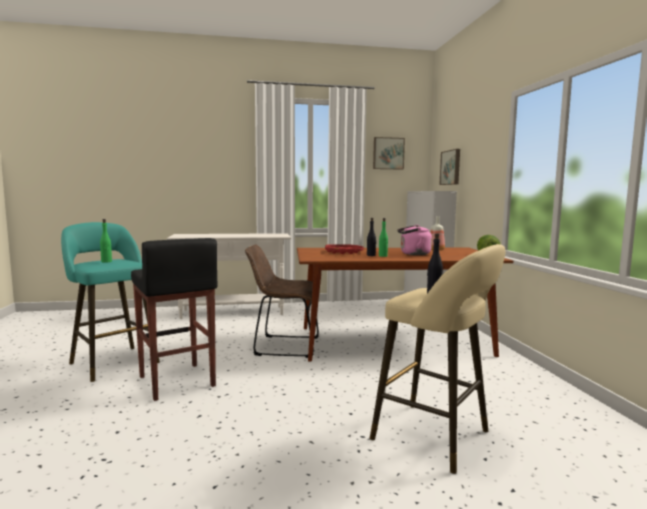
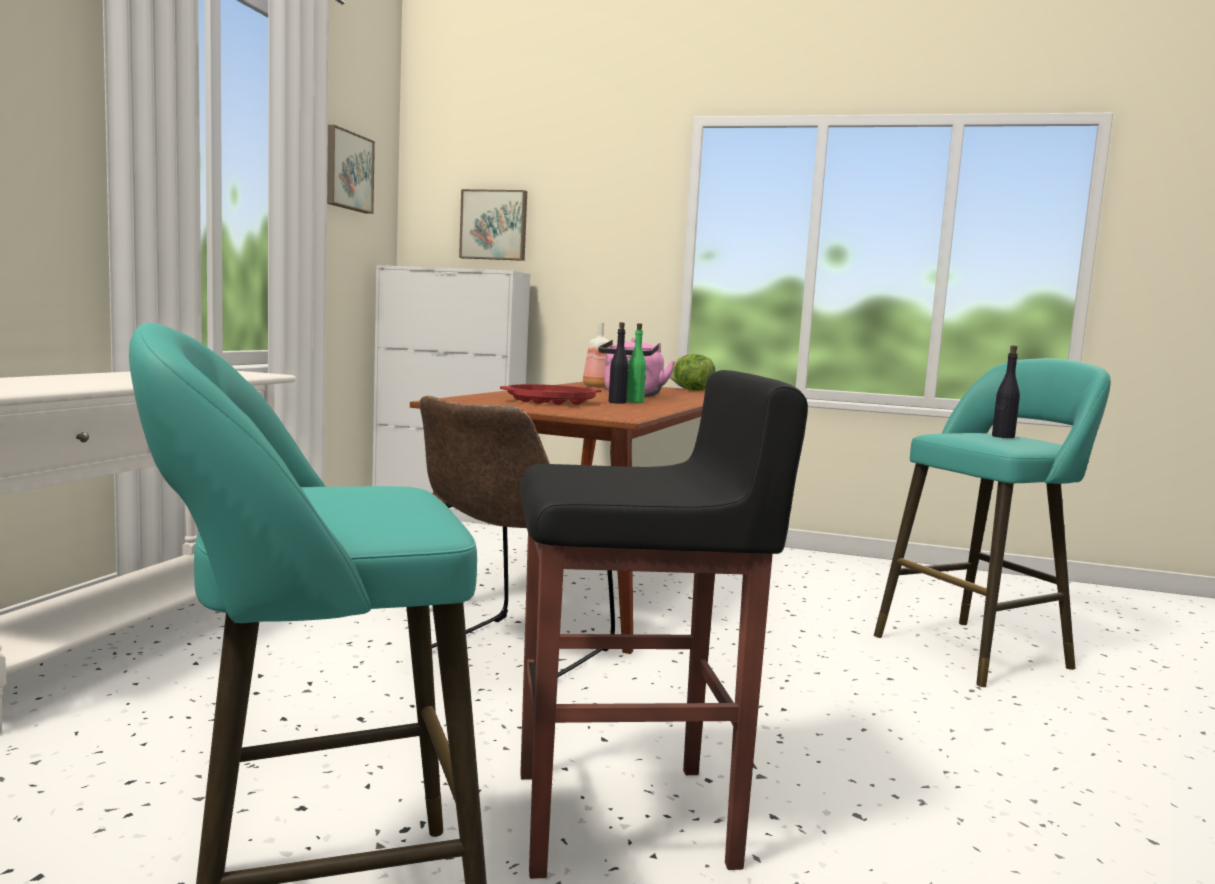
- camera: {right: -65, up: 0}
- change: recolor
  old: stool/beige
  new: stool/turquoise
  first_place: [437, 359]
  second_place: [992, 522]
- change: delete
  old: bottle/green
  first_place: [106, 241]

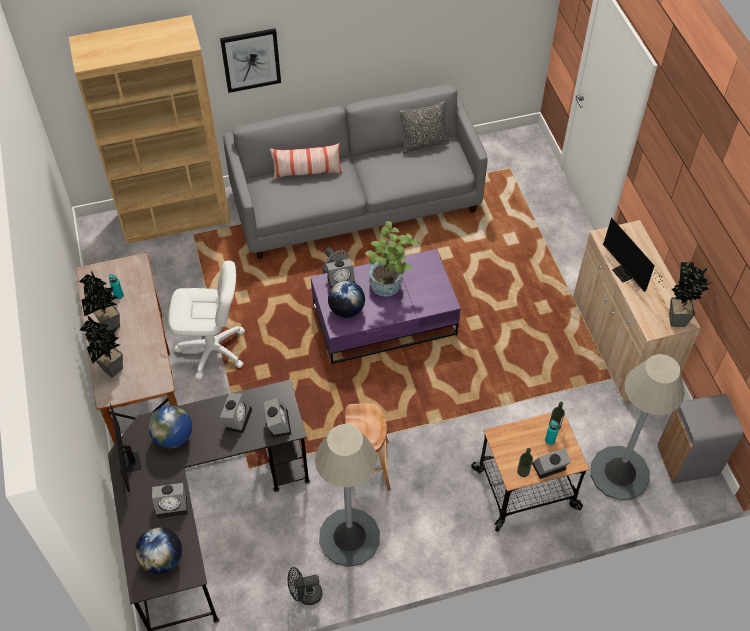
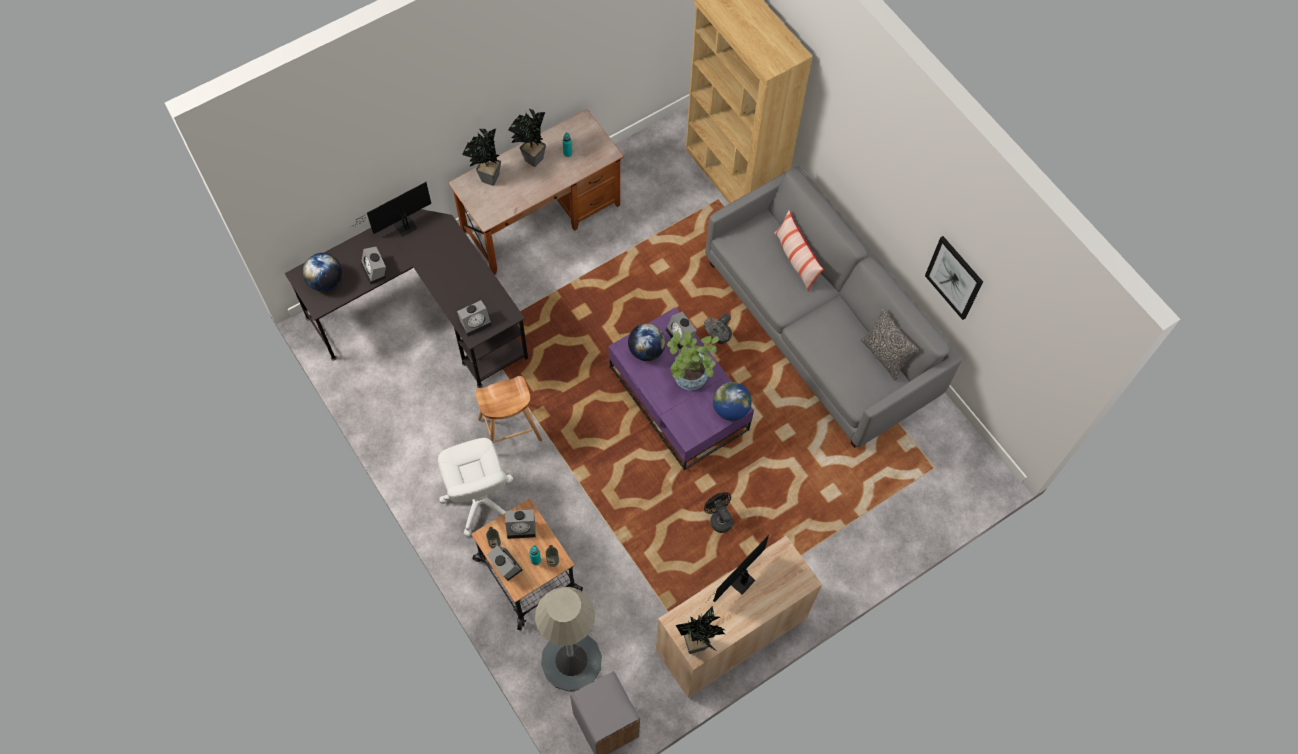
- camera: {right: 70, up: 10}
- change: move
  old: office chair/white
  first_place: [206, 320]
  second_place: [475, 487]
- change: move
  old: alarm clock
  first_place: [236, 413]
  second_place: [520, 524]
- change: move
  old: fan/black
  first_place: [305, 586]
  second_place: [719, 512]
- change: move
  old: globe
  first_place: [170, 426]
  second_place: [732, 401]
- change: move
  old: picture
  first_place: [250, 60]
  second_place: [954, 278]
- change: delete
  old: floor lamp/grey
  first_place: [347, 495]

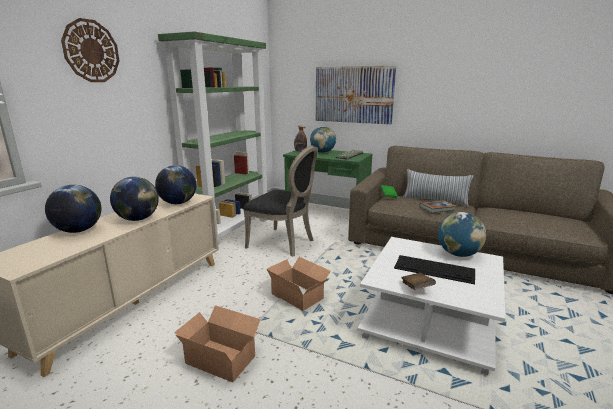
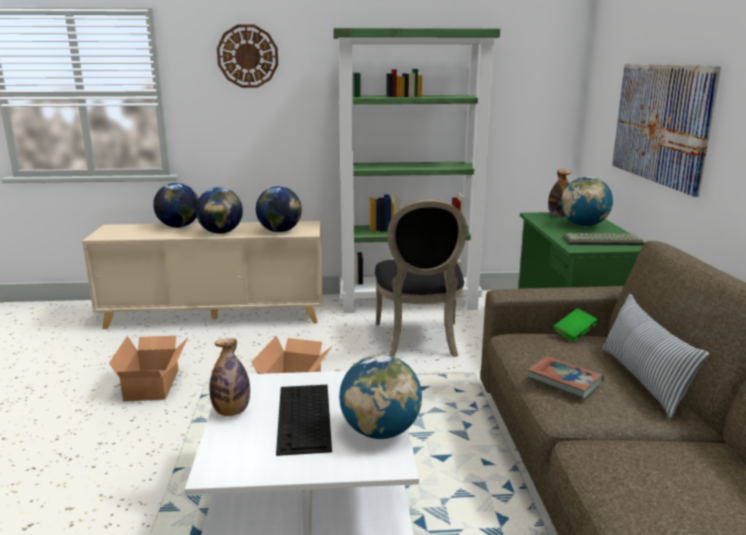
- camera: {right: 60, up: 0}
- change: replace
  old: book/brown
  new: bottle
  first_place: [418, 281]
  second_place: [230, 377]

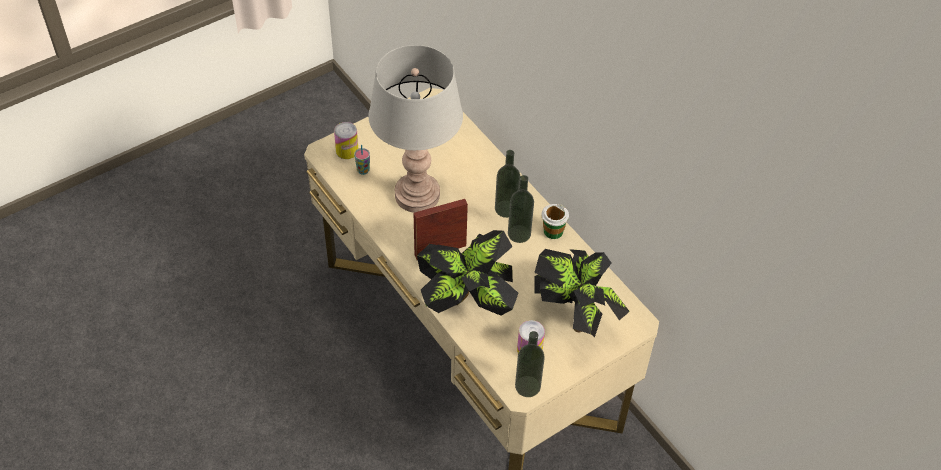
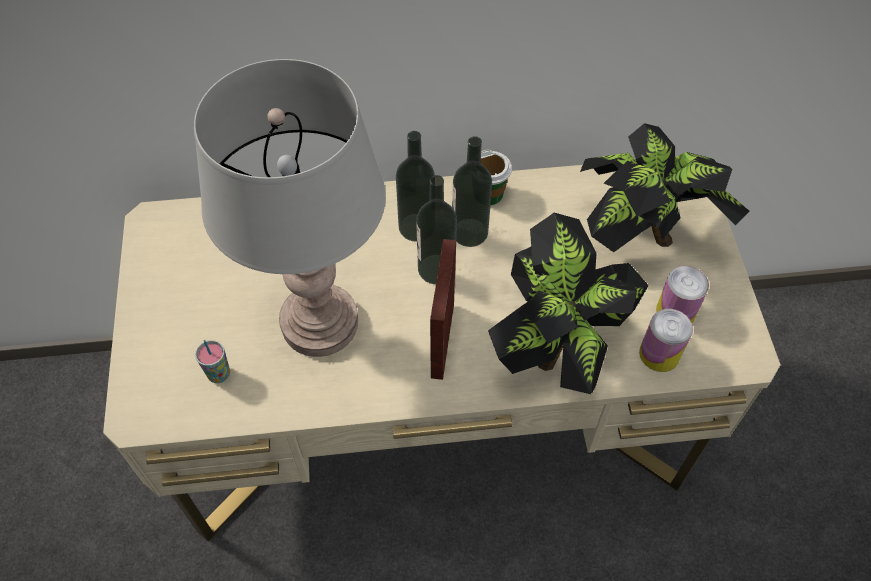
- camera: {right: -60, up: 5}
- change: move
  old: bottle
  first_place: [530, 364]
  second_place: [436, 229]
- change: move
  old: can
  first_place: [346, 140]
  second_place: [666, 340]

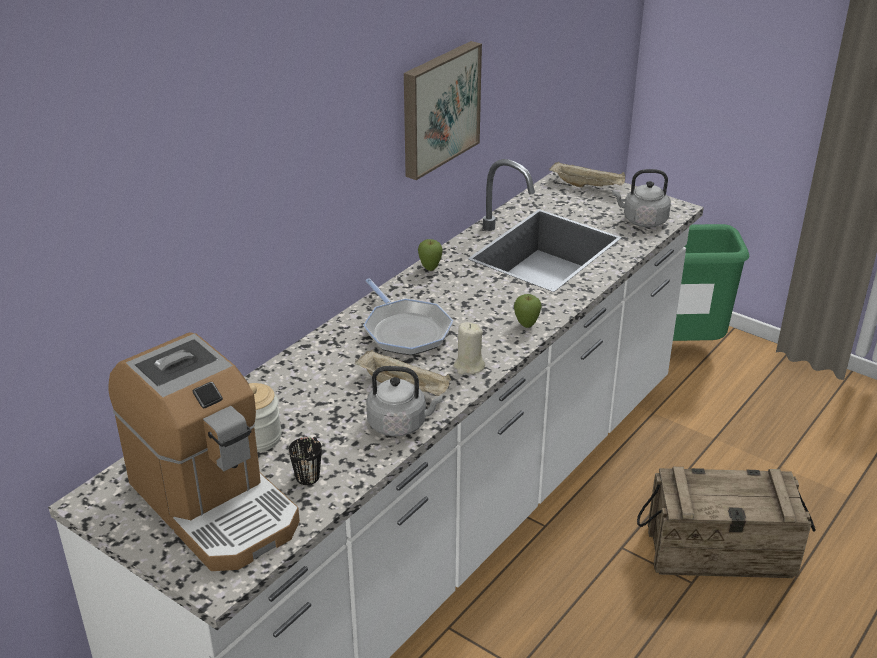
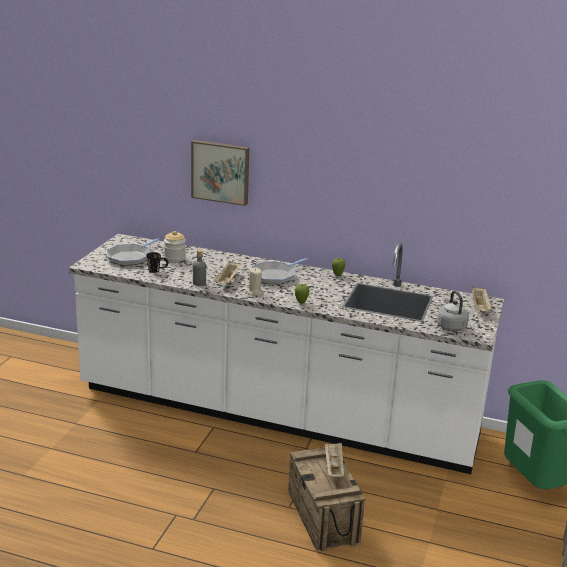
- camera: {right: 70, up: -10}
- change: replace
  old: coffee machine
  new: frying pan
  first_place: [204, 451]
  second_place: [133, 252]
- change: move
  old: picture
  first_place: [443, 110]
  second_place: [220, 173]
- change: replace
  old: kettle/grey
  new: bottle/grey
  first_place: [404, 401]
  second_place: [199, 268]
- change: insert
  new: tray/beige
  second_place: [334, 459]

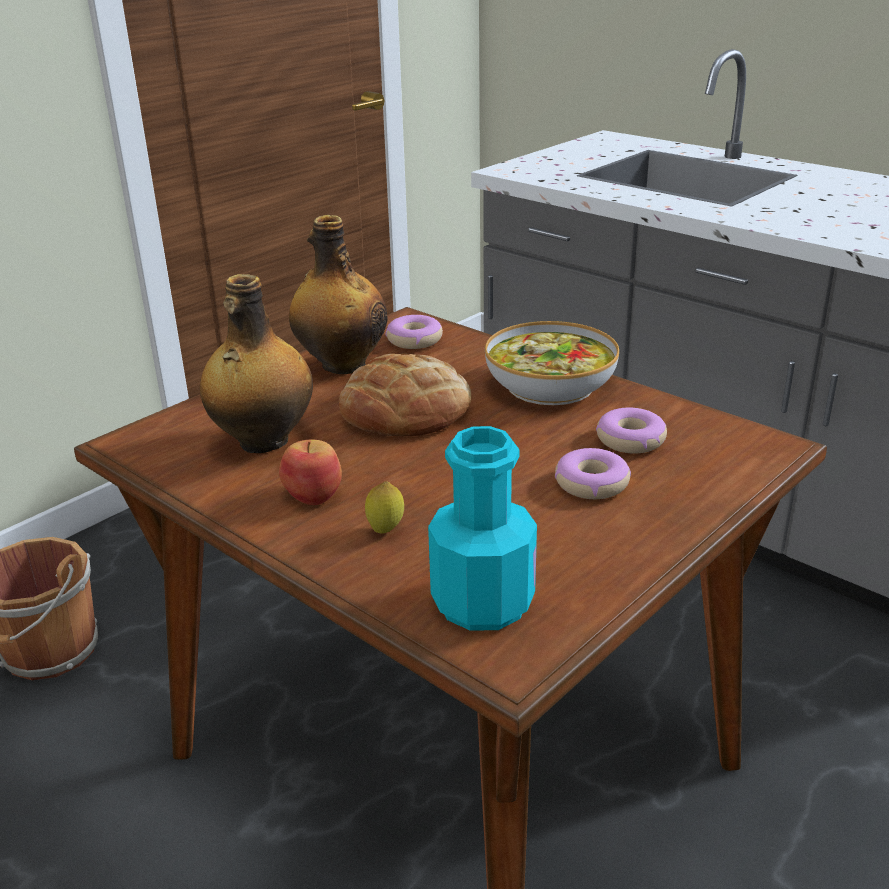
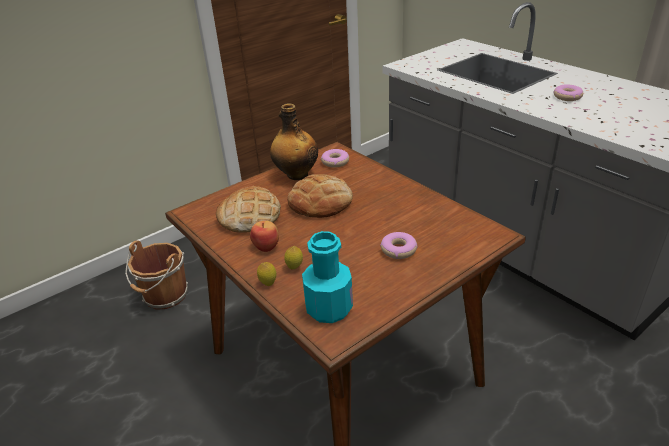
- camera: {right: 10, up: 5}
- change: replace
  old: bottle
  new: bread
  first_place: [256, 363]
  second_place: [248, 209]
- change: insert
  new: lemon
  second_place: [266, 274]
- change: move
  old: donut
  first_place: [631, 431]
  second_place: [568, 92]
- change: delete
  old: bowl
  first_place: [552, 363]

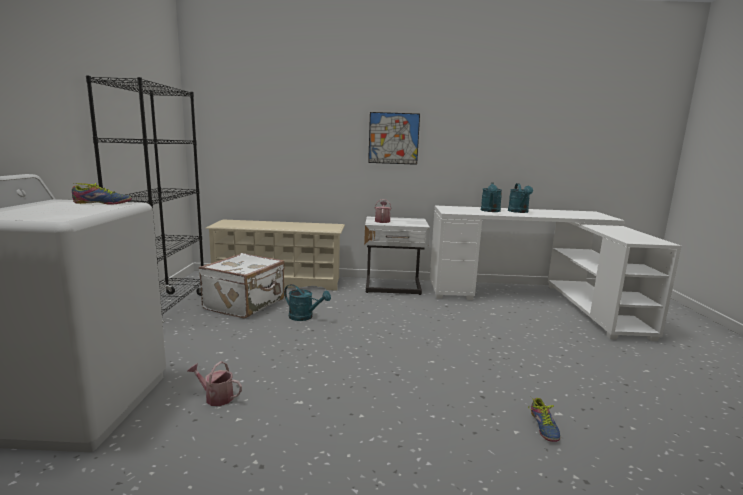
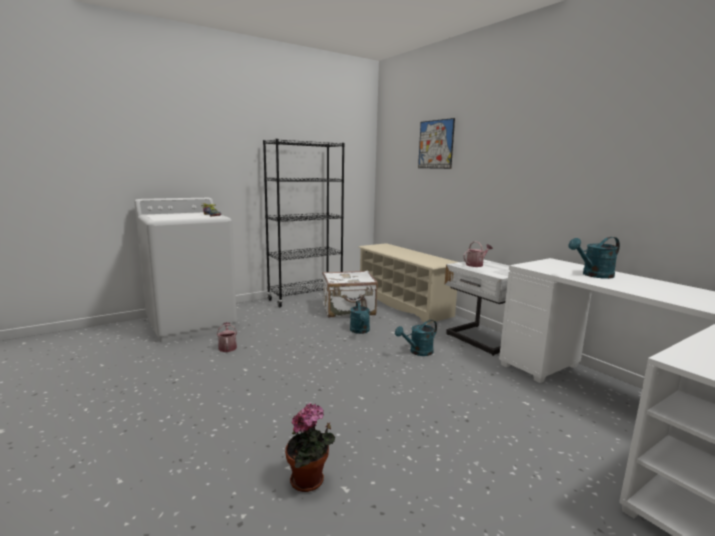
- camera: {right: 55, up: 0}
- change: replace
  old: shoe
  new: potted plant
  first_place: [544, 419]
  second_place: [310, 447]
- change: move
  old: watering can/turquoise
  first_place: [520, 198]
  second_place: [416, 338]
- change: move
  old: picture
  first_place: [394, 138]
  second_place: [436, 143]

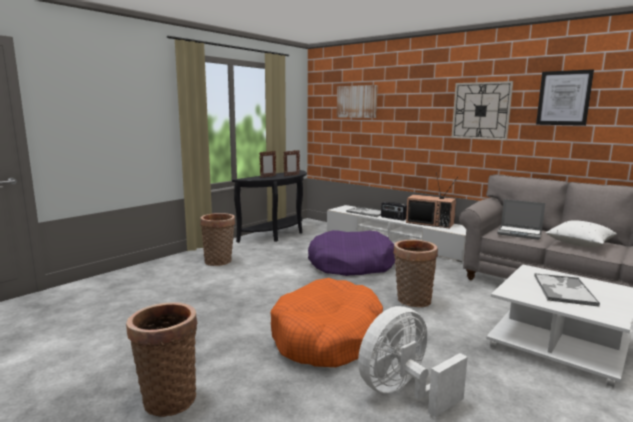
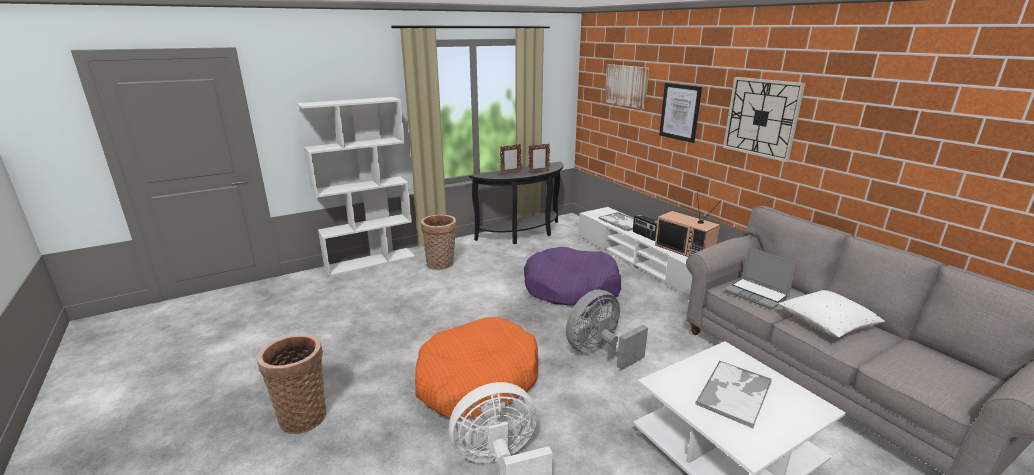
- camera: {right: 20, up: 10}
- change: insert
  new: bookcase/white
  second_place: [356, 187]
- change: replace
  old: basket
  new: fan/grey
  first_place: [415, 273]
  second_place: [607, 330]
- change: move
  old: picture
  first_place: [565, 97]
  second_place: [680, 113]

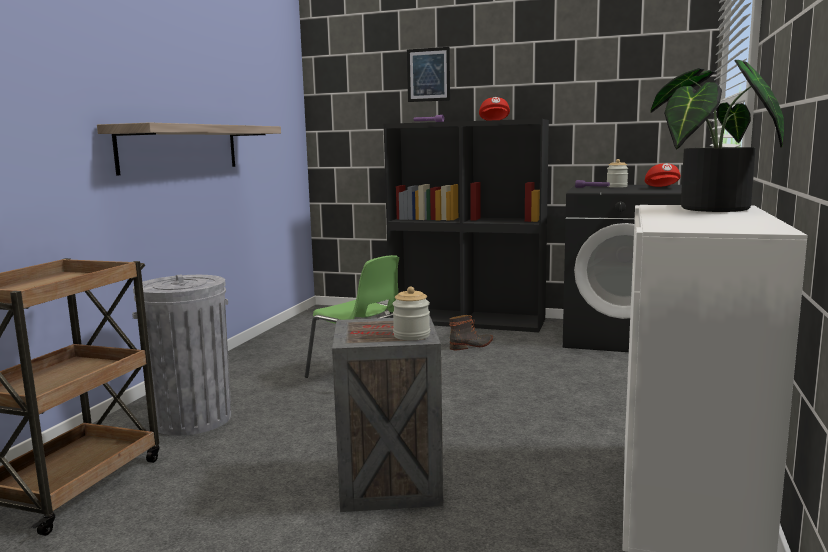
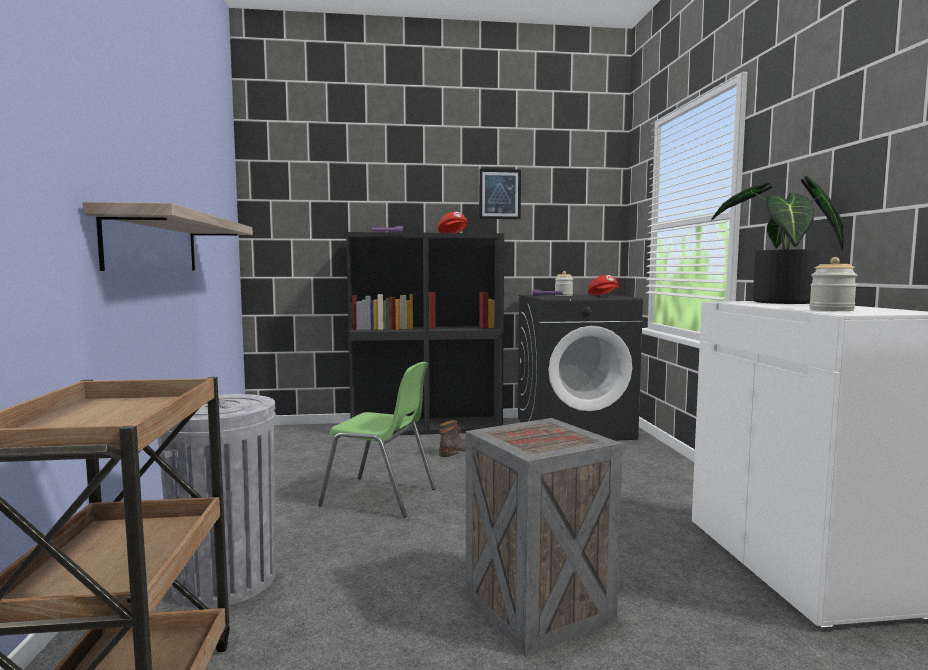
- camera: {right: -25, up: -5}
- change: move
  old: picture
  first_place: [428, 74]
  second_place: [500, 194]
- change: move
  old: jar
  first_place: [411, 313]
  second_place: [833, 284]

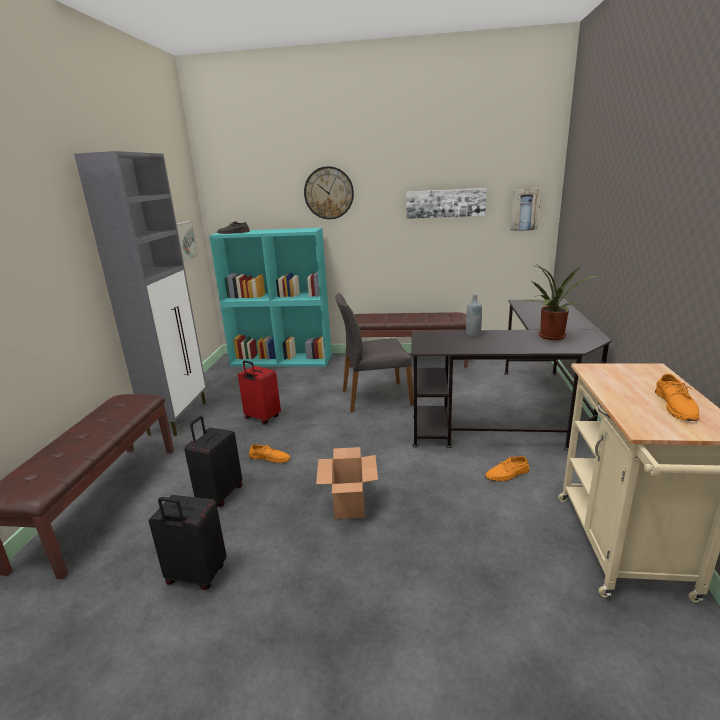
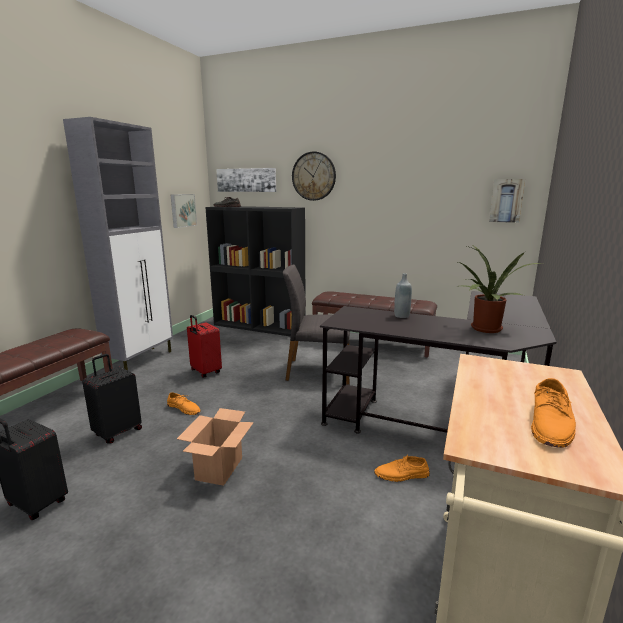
- camera: {right: 15, up: -5}
- change: recolor
  old: bookcase/turquoise
  new: bookcase/black
  first_place: [270, 297]
  second_place: [255, 271]
- change: move
  old: picture
  first_place: [446, 203]
  second_place: [246, 180]

